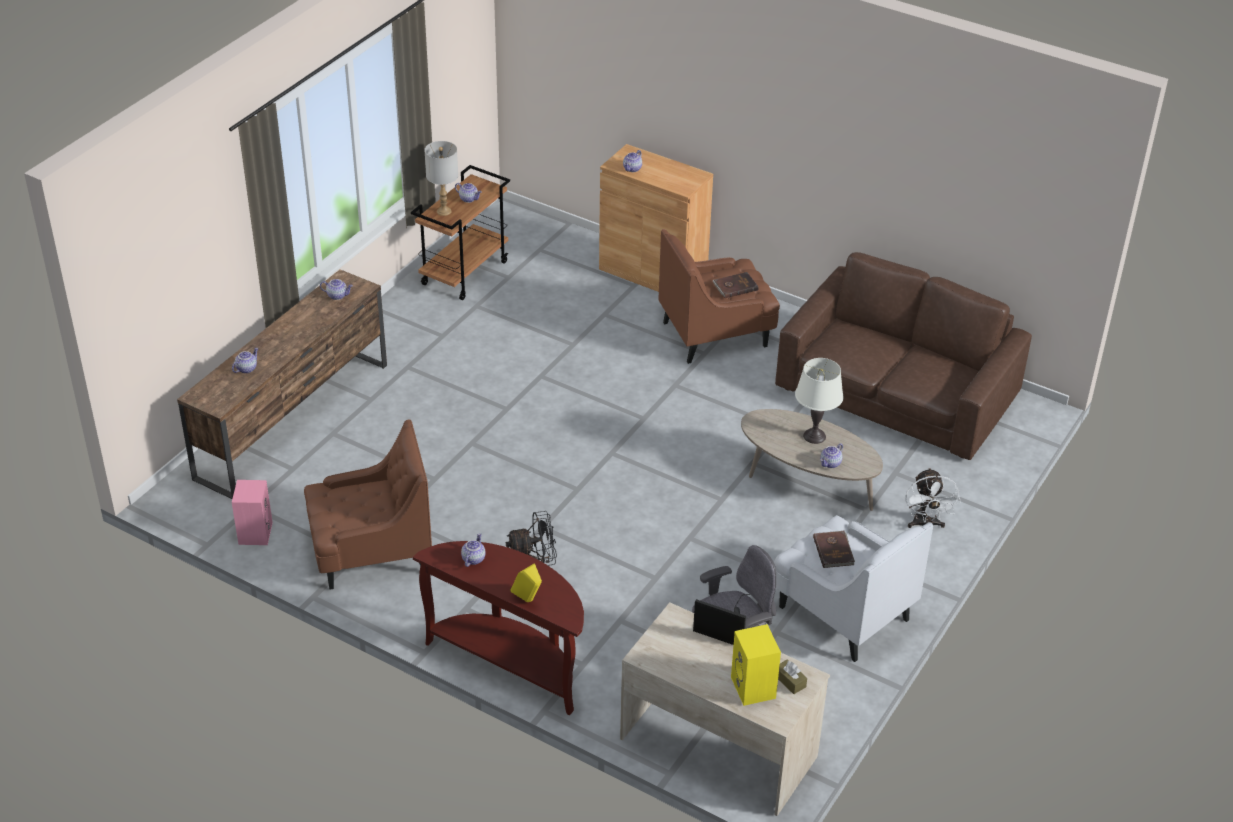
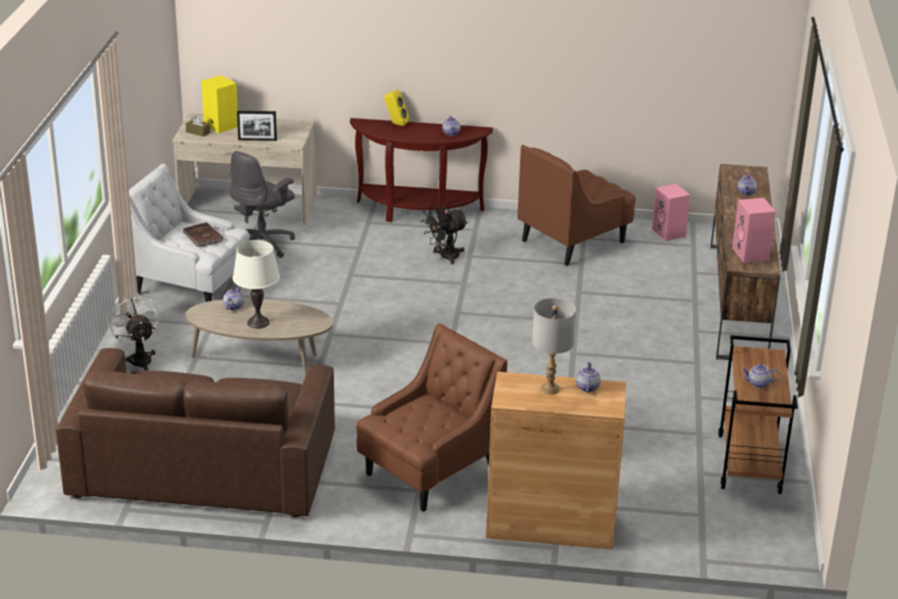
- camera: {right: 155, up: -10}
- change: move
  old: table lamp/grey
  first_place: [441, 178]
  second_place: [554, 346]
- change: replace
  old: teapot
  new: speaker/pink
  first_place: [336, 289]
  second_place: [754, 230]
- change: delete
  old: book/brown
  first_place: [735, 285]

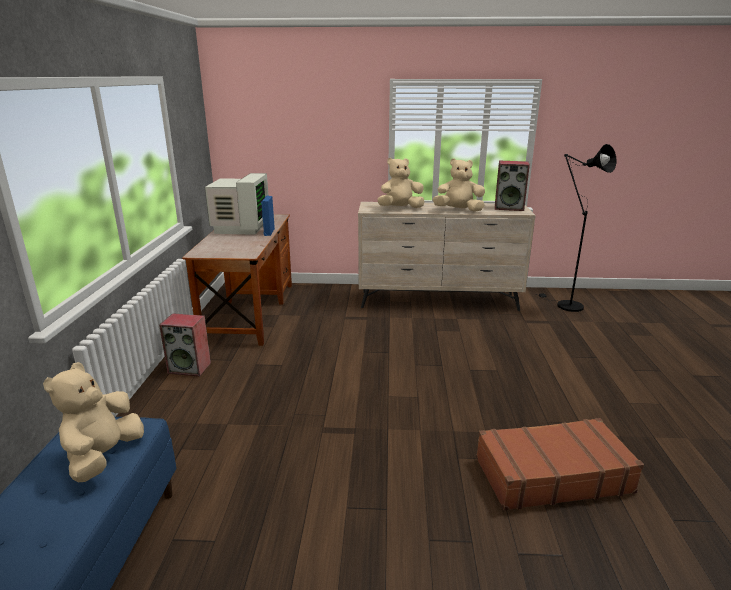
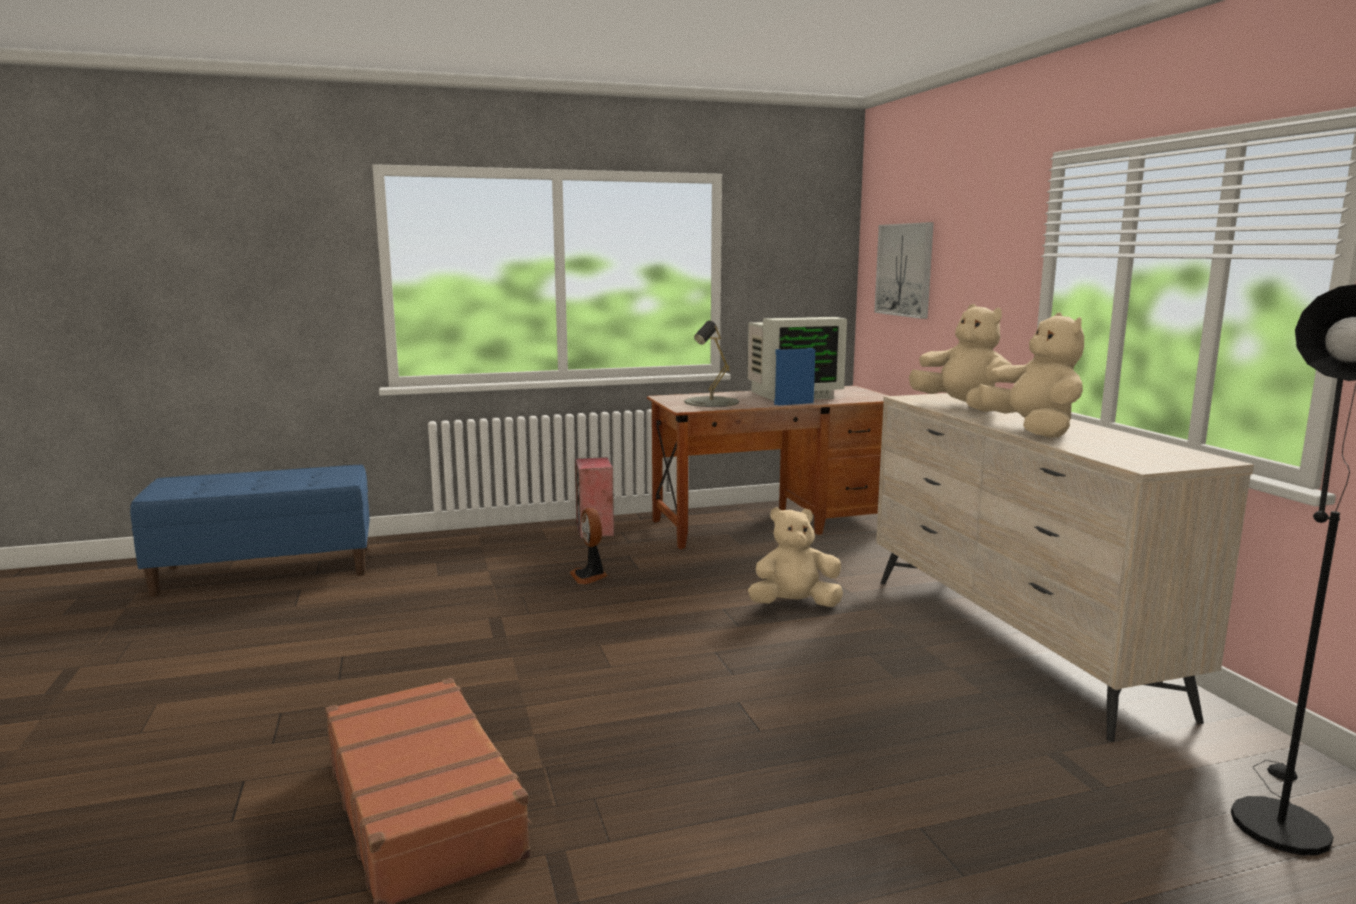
- camera: {right: 70, up: -10}
- change: insert
  new: fan
  second_place: [589, 546]
- change: insert
  new: table lamp/grey
  second_place: [712, 364]
- change: move
  old: plush toy/beige
  first_place: [93, 422]
  second_place: [795, 557]
- change: insert
  new: picture
  second_place: [904, 270]
- change: delete
  old: speaker
  first_place: [512, 186]

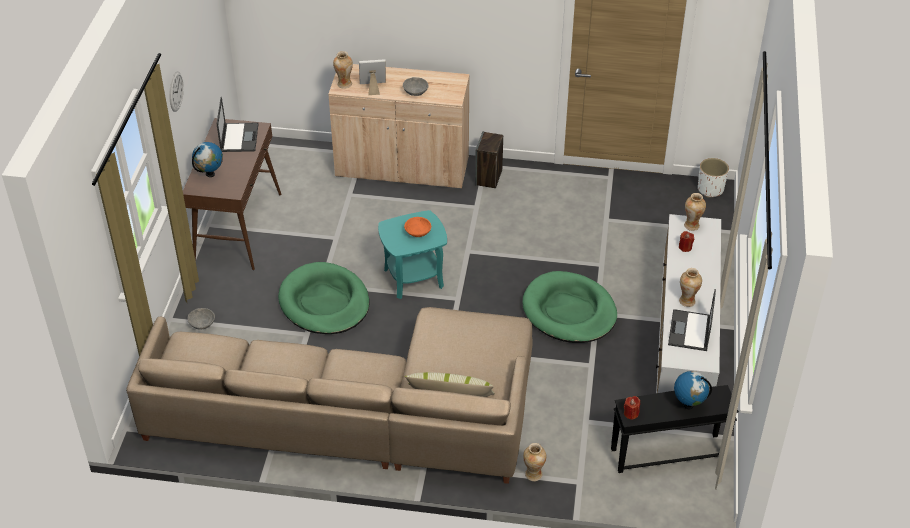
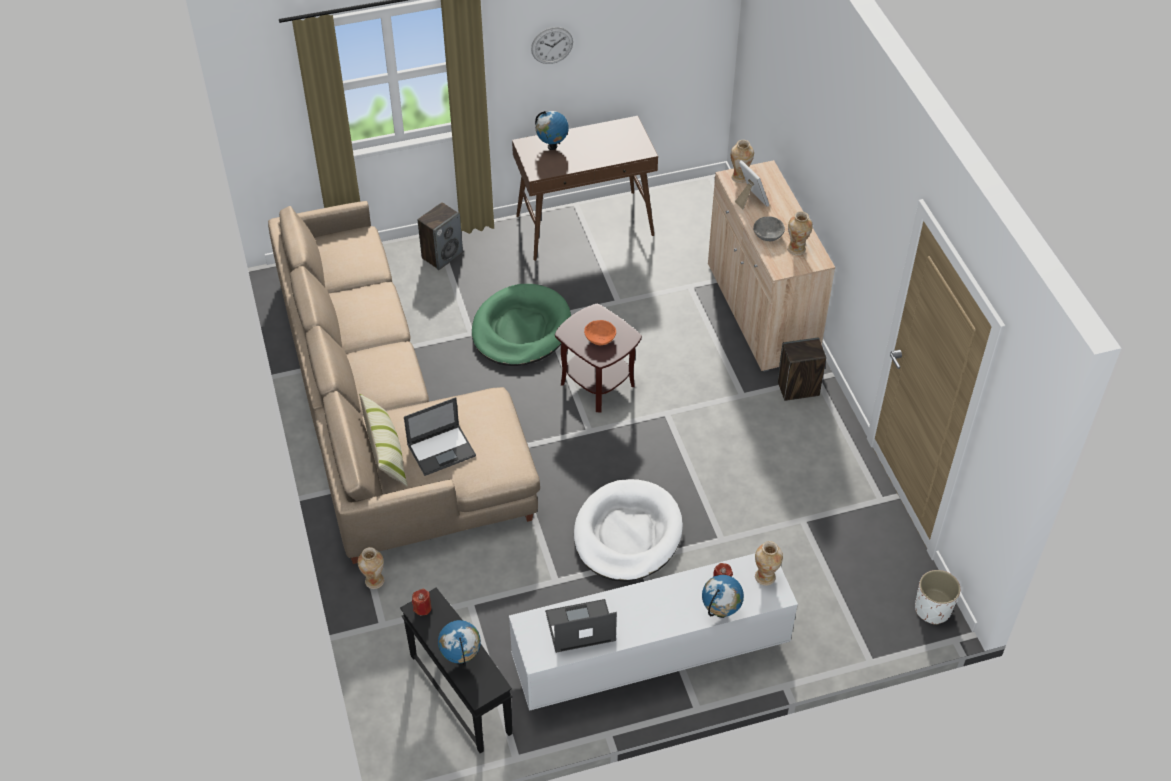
- camera: {right: 65, up: 5}
- change: move
  old: laptop
  first_place: [237, 124]
  second_place: [440, 436]
- change: replace
  old: bowl/grey
  new: speaker
  first_place: [201, 319]
  second_place: [440, 236]
- change: recolor
  old: side table/turquoise
  new: side table/brown
  first_place: [412, 254]
  second_place: [598, 358]
- change: recolor
  old: dog bed/green
  new: dog bed/white
  first_place: [570, 307]
  second_place: [628, 530]
- change: insert
  new: globe
  second_place: [723, 596]
- change: move
  old: vase
  first_place: [690, 287]
  second_place: [800, 233]

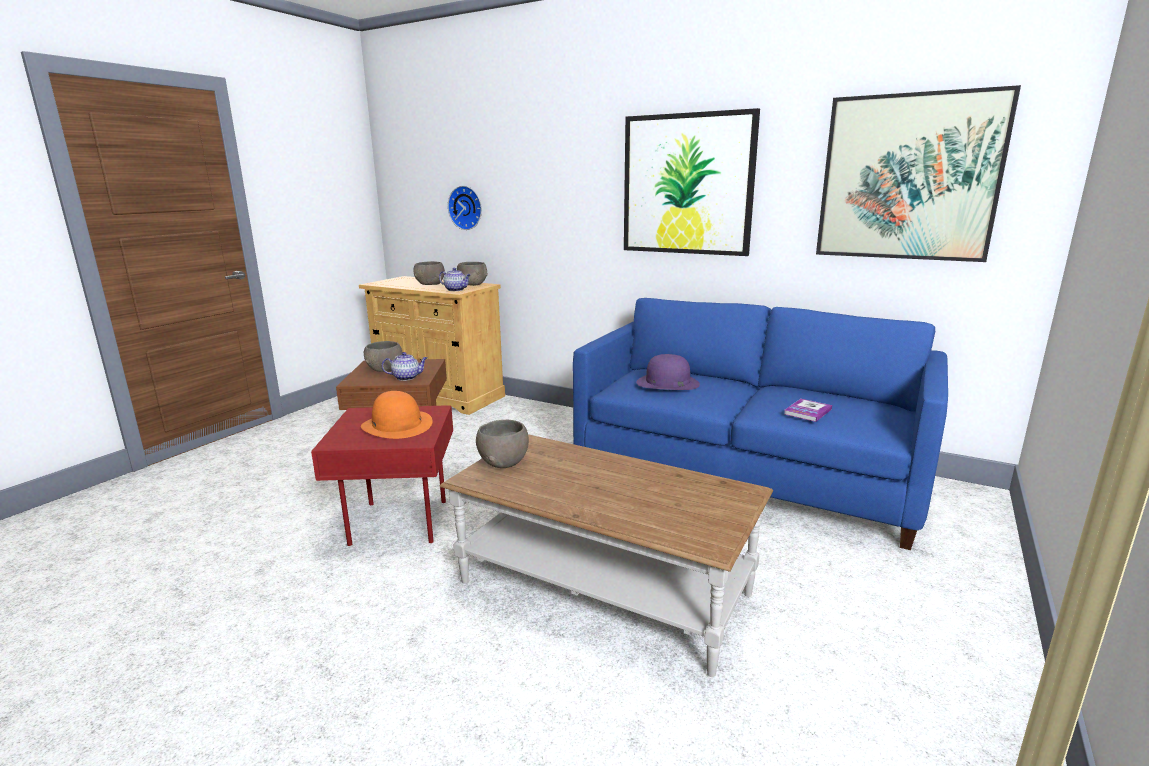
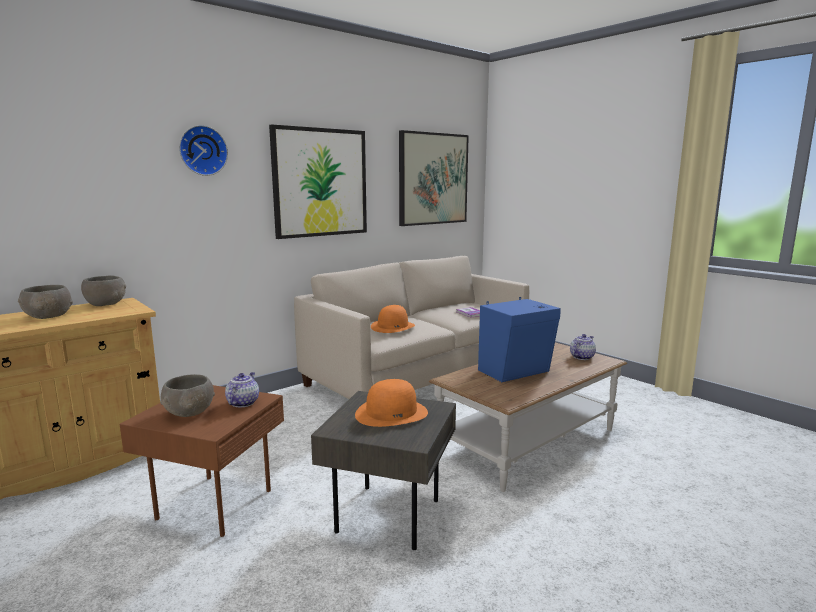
- camera: {right: -70, up: -5}
- change: move
  old: wall clock
  first_place: [465, 208]
  second_place: [203, 150]
- change: recolor
  old: sofa/blue
  new: sofa/beige
  first_place: [760, 424]
  second_place: [411, 327]
- change: recolor
  old: side table/red
  new: side table/grey
  first_place: [382, 475]
  second_place: [383, 470]
- change: recolor
  old: hat/purple
  new: hat/orange
  first_place: [668, 372]
  second_place: [393, 319]
- change: insert
  new: speaker/blue
  second_place: [519, 339]
- change: move
  old: teapot
  first_place: [455, 279]
  second_place: [583, 347]
- change: delete
  old: bowl/grey
  first_place: [502, 444]

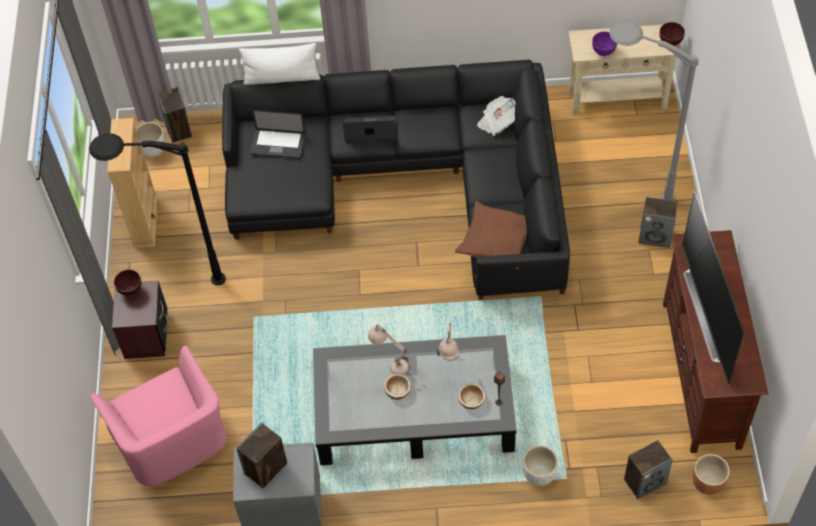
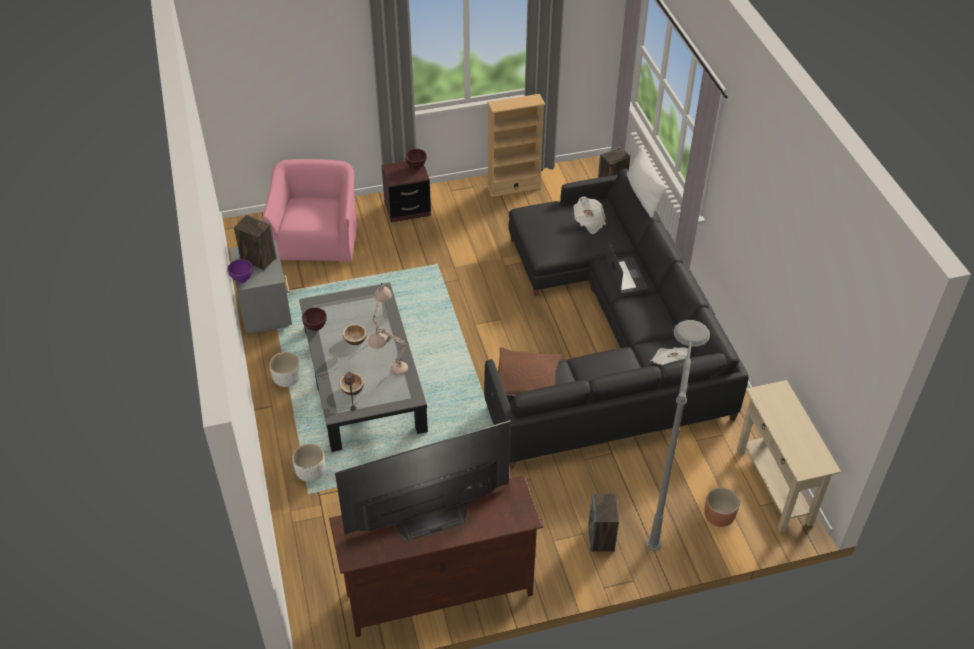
- camera: {right: 75, up: -10}
- change: move
  old: bowl/purple
  first_place: [604, 44]
  second_place: [240, 271]
- change: rotate
  old: armchair/pink
  first_place: [158, 416]
  second_place: [310, 211]
  degrees: 135
- change: move
  old: planter/white
  first_place: [151, 139]
  second_place: [285, 369]
- change: move
  old: bowl/brown
  first_place: [672, 34]
  second_place: [314, 319]
- change: replace
  old: laptop
  new: newspaper
  first_place: [277, 134]
  second_place: [589, 215]
- change: move
  old: planter/brown
  first_place: [711, 474]
  second_place: [722, 507]
- change: delete
  old: floor lamp/black
  first_place: [157, 209]
- change: delete
  old: speaker
  first_place: [648, 469]

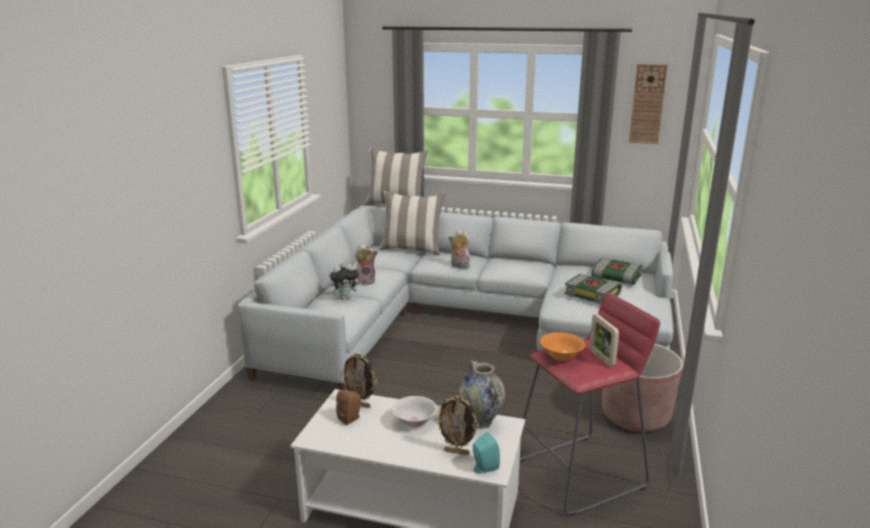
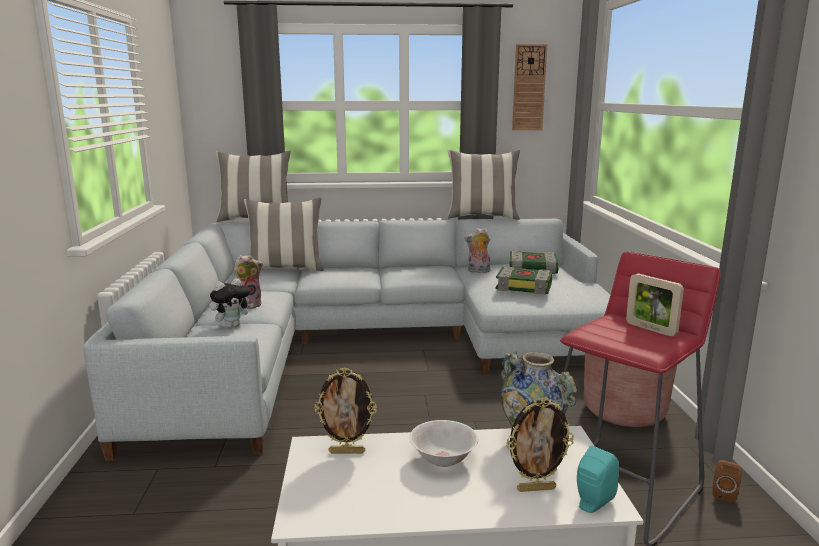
- camera: {right: -20, up: -5}
- change: insert
  new: pillow
  second_place: [483, 185]
- change: move
  old: plush toy
  first_place: [459, 249]
  second_place: [478, 250]
- change: move
  old: speaker/brown
  first_place: [348, 407]
  second_place: [726, 481]
- change: delete
  old: bowl/orange
  first_place: [562, 346]

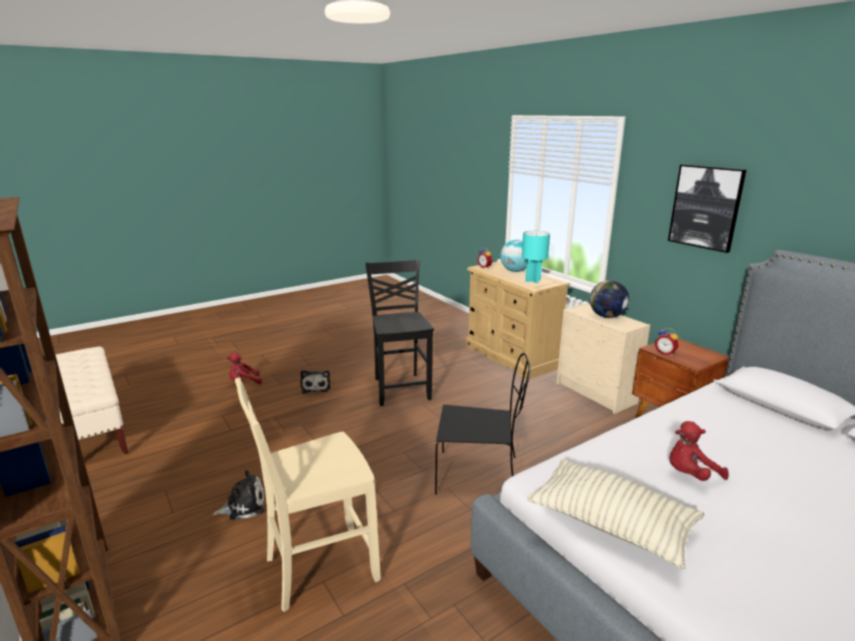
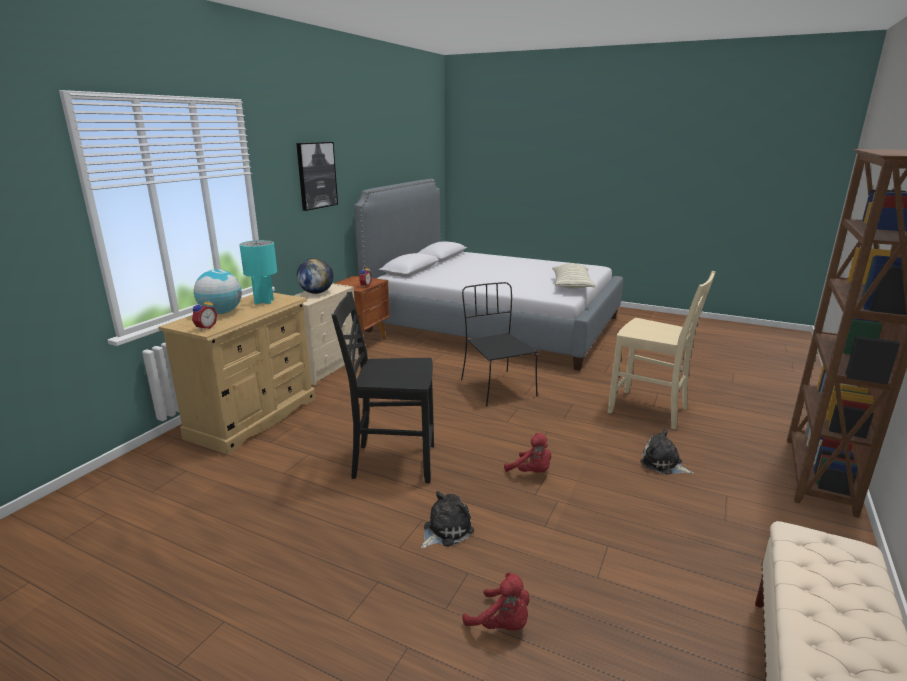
- camera: {right: -120, up: 0}
- change: rotate
  old: chair/black
  first_place: [399, 332]
  second_place: [383, 387]
  degrees: 45
- change: move
  old: plush toy/red
  first_place: [699, 451]
  second_place: [527, 452]

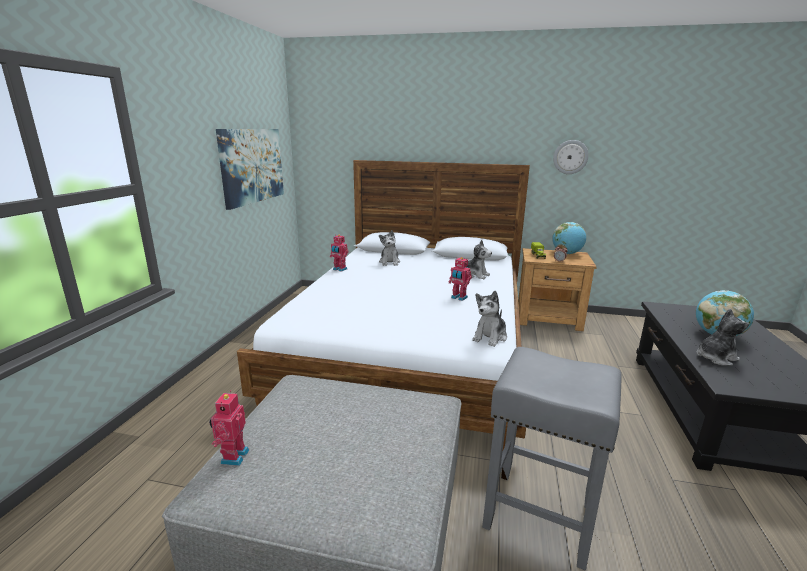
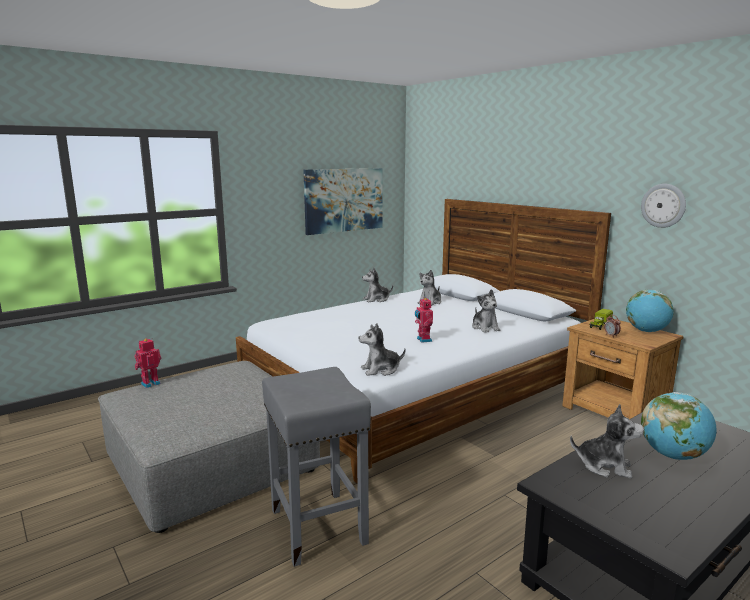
- camera: {right: 40, up: -5}
- change: replace
  old: toy robot
  new: plush toy
  first_place: [339, 253]
  second_place: [377, 284]

